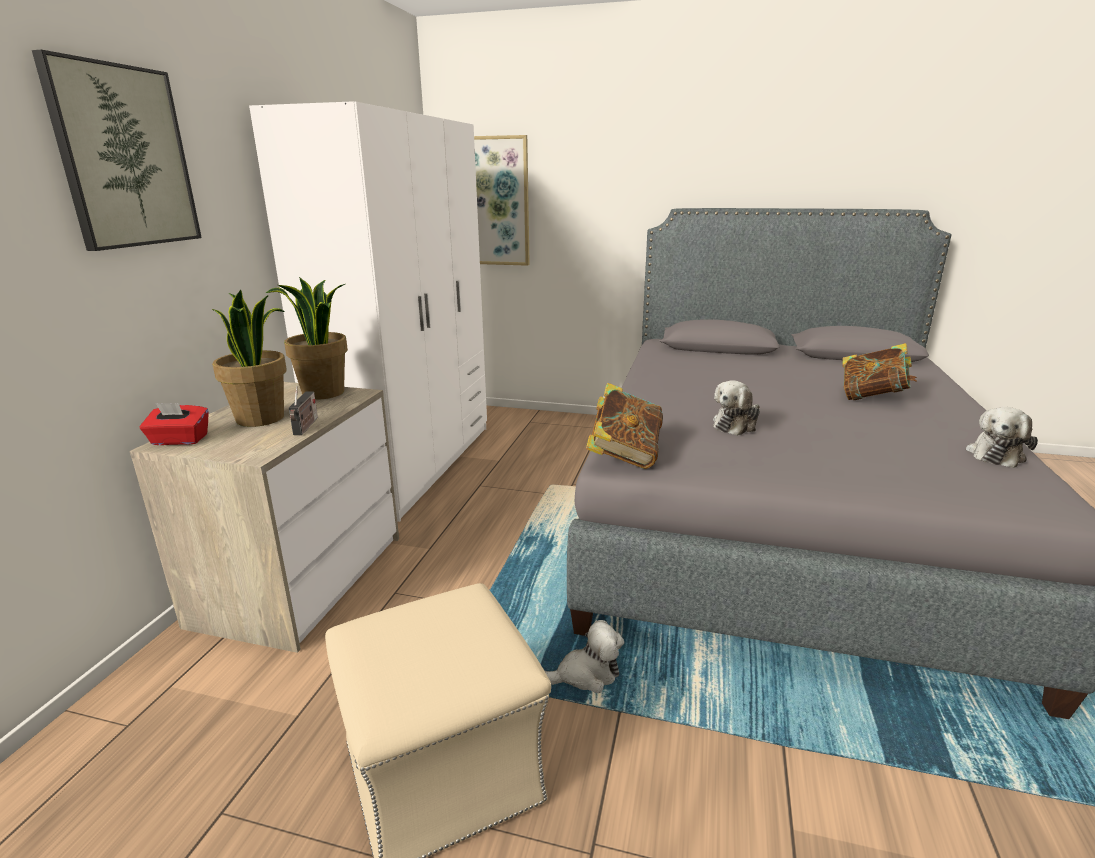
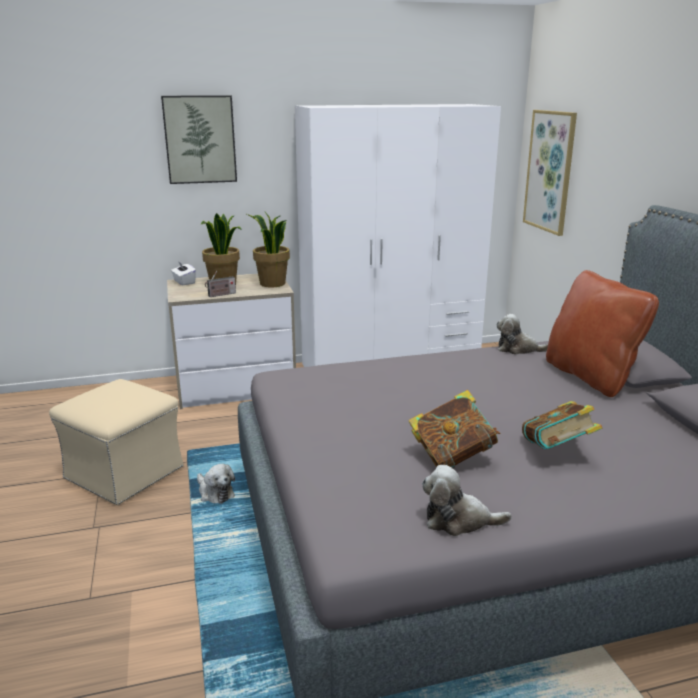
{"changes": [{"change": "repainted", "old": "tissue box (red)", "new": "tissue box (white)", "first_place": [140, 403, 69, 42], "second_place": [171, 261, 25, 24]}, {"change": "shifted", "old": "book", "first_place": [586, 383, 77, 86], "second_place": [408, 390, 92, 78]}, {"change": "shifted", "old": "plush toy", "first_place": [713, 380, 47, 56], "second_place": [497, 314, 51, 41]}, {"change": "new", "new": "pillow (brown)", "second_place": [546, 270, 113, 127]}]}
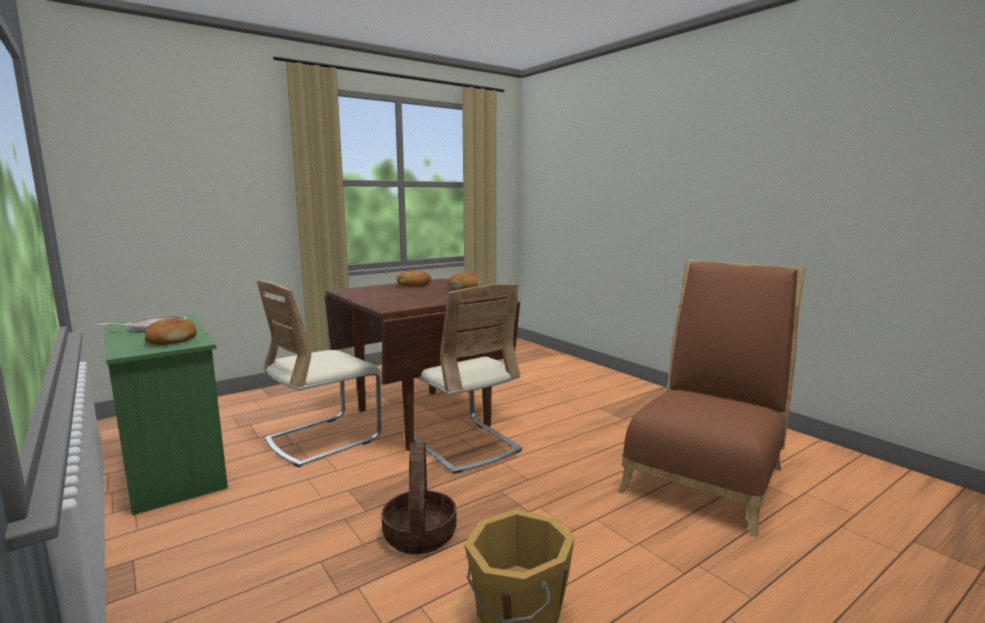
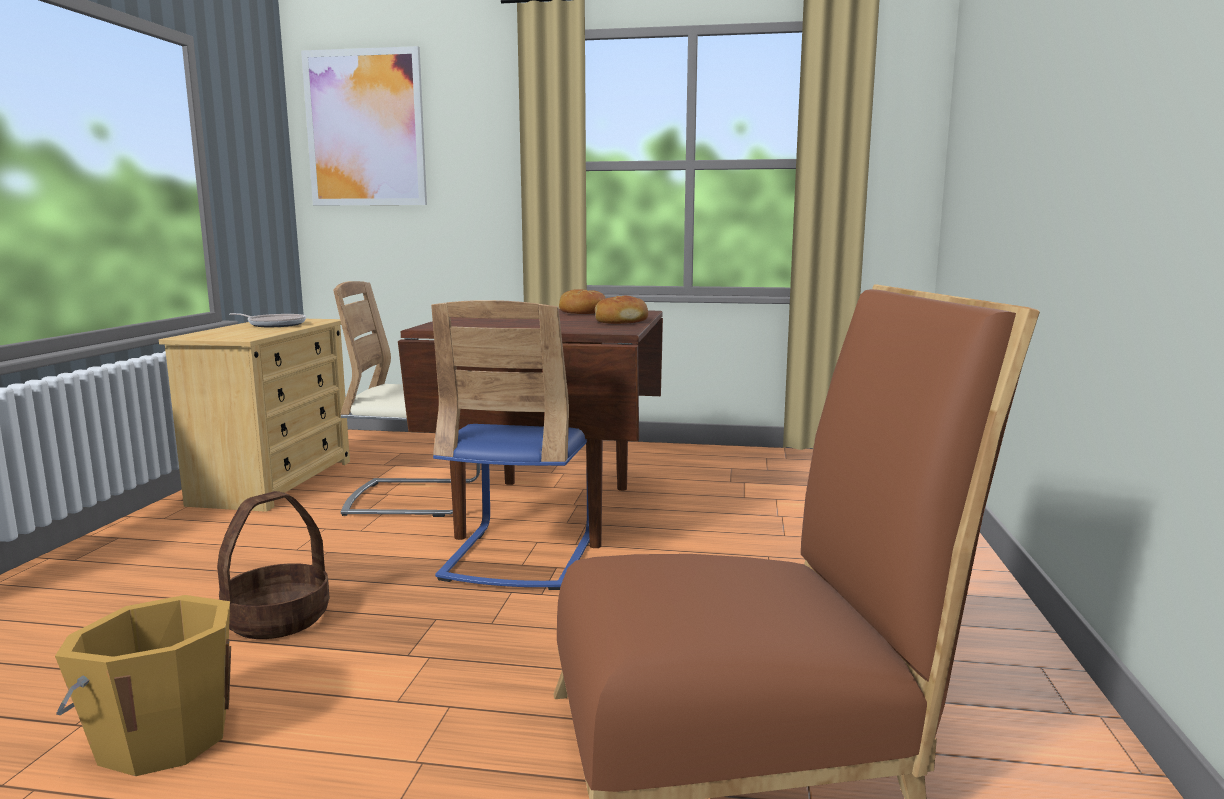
{"changes": [{"change": "repainted", "old": "dresser (green)", "new": "dresser (beige)", "first_place": [105, 314, 123, 201], "second_place": [159, 319, 191, 193]}, {"change": "new", "new": "picture", "second_place": [301, 46, 126, 159]}, {"change": "repainted", "old": "chair (beige)", "new": "chair (blue)", "first_place": [414, 284, 109, 190], "second_place": [431, 300, 159, 290]}, {"change": "gone", "old": "bread", "first_place": [145, 318, 52, 27]}]}
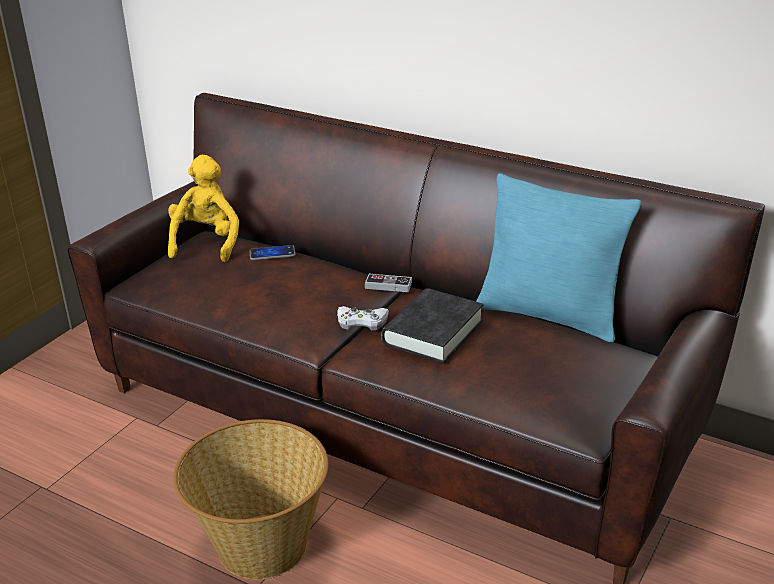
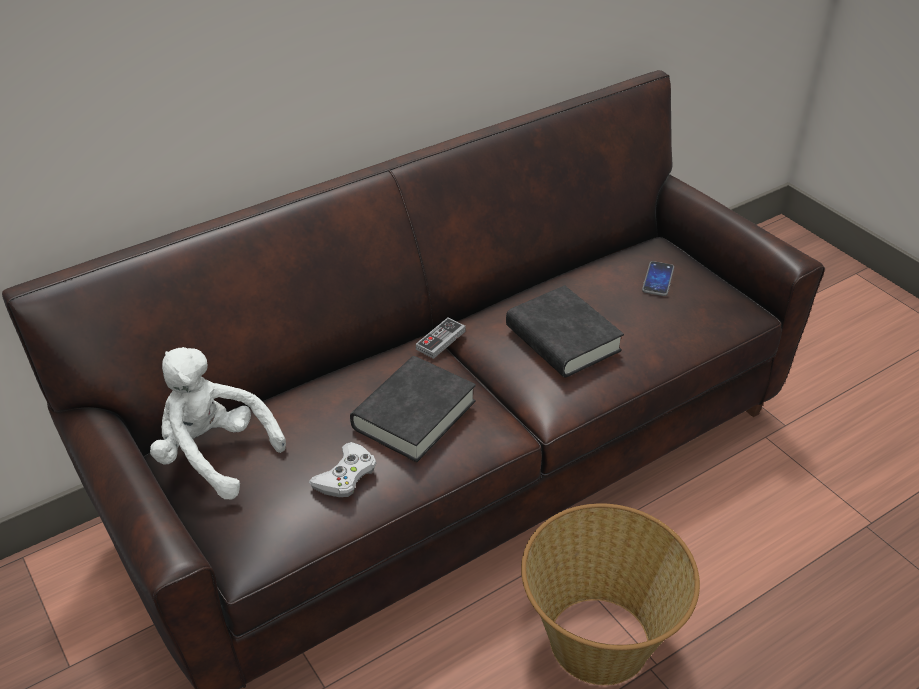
{"changes": [{"change": "repainted", "old": "plush toy (yellow)", "new": "plush toy (white)", "first_place": [168, 155, 71, 107], "second_place": [150, 347, 136, 153]}, {"change": "shifted", "old": "game controller (white)", "first_place": [337, 306, 52, 24], "second_place": [309, 442, 67, 55]}, {"change": "new", "new": "book (black)", "second_place": [350, 356, 126, 106]}, {"change": "shifted", "old": "phone", "first_place": [250, 245, 46, 15], "second_place": [642, 261, 32, 35]}, {"change": "gone", "old": "pillow (turquoise)", "first_place": [476, 173, 165, 169]}]}
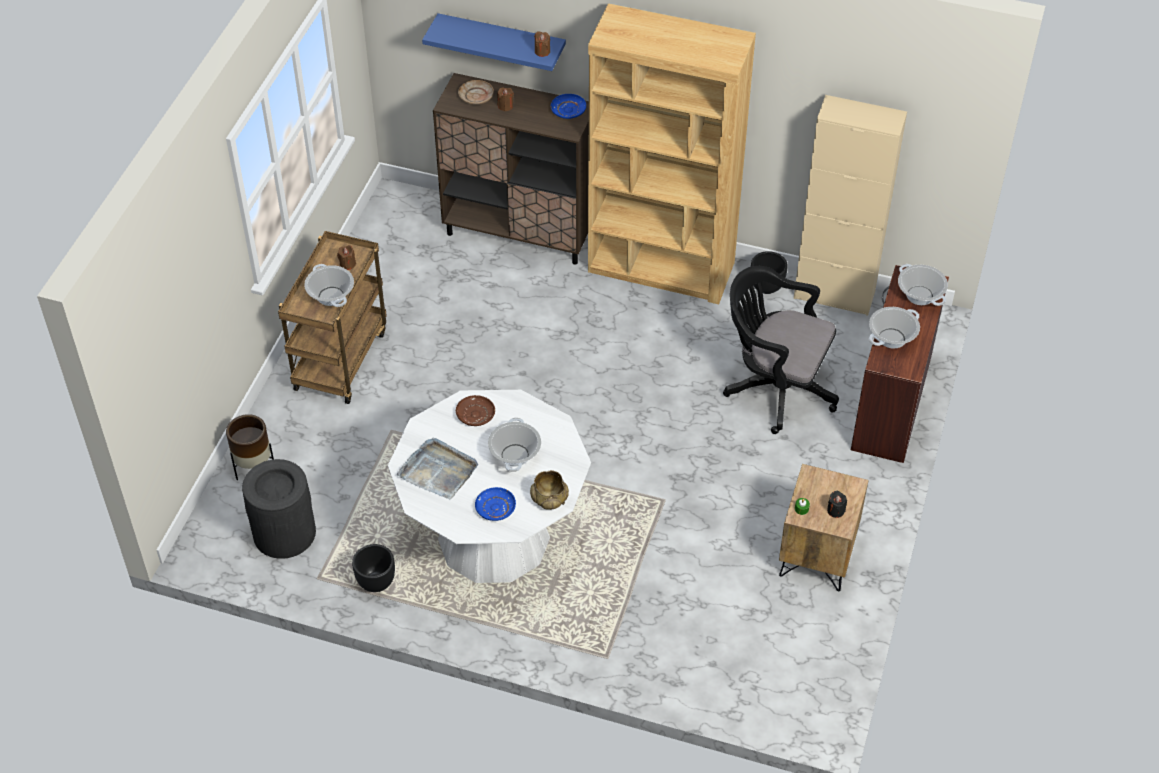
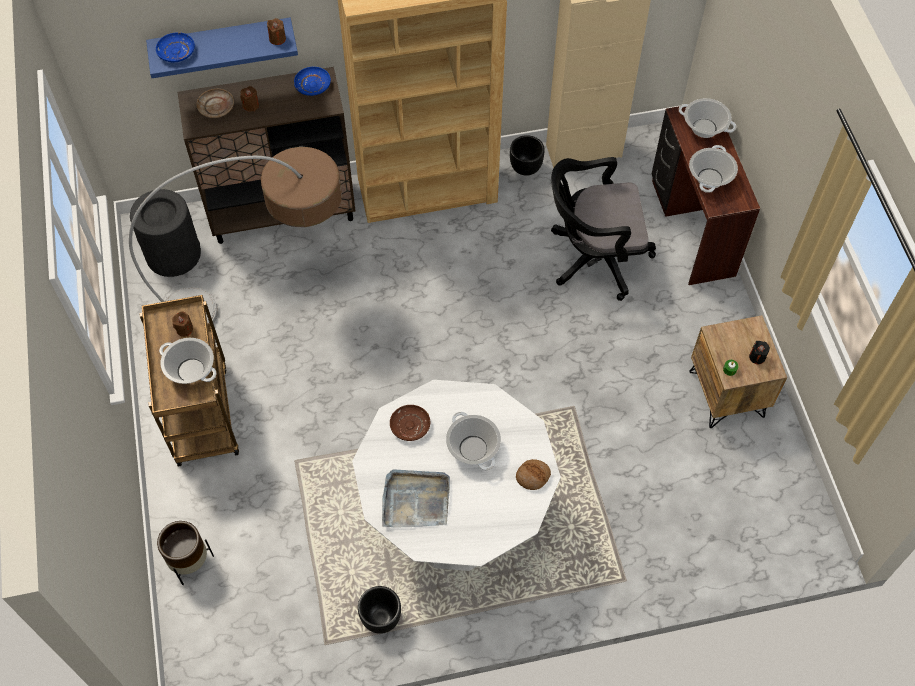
{"changes": [{"change": "new", "new": "floor lamp", "second_place": [129, 147, 213, 177]}, {"change": "shifted", "old": "trash can (black)", "first_place": [242, 459, 74, 100], "second_place": [130, 189, 71, 88]}, {"change": "shifted", "old": "plate (blue)", "first_place": [475, 487, 41, 34], "second_place": [156, 32, 39, 30]}, {"change": "swapped", "old": "bowl (beige)", "new": "bread", "first_place": [530, 470, 39, 40], "second_place": [516, 459, 35, 31]}]}
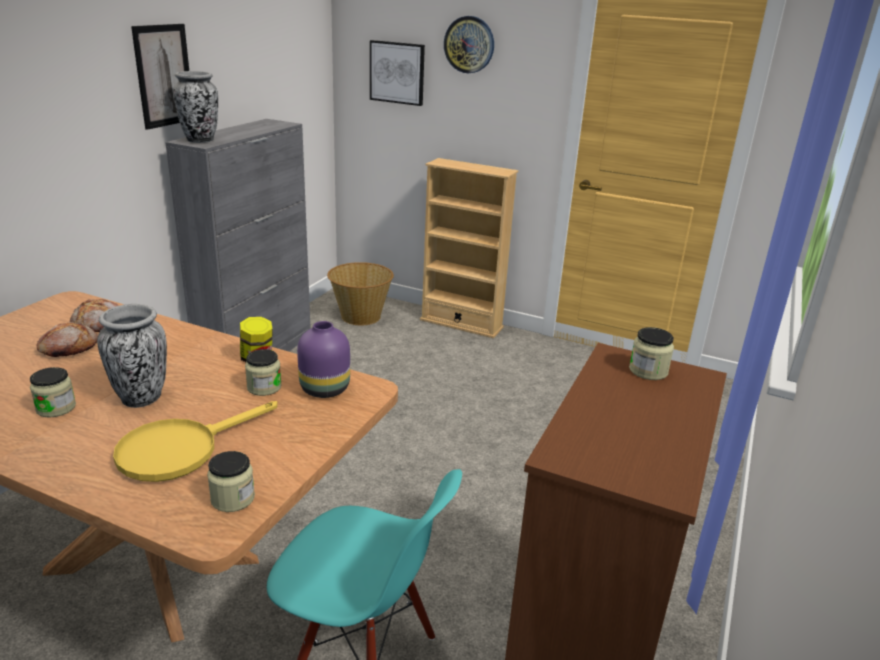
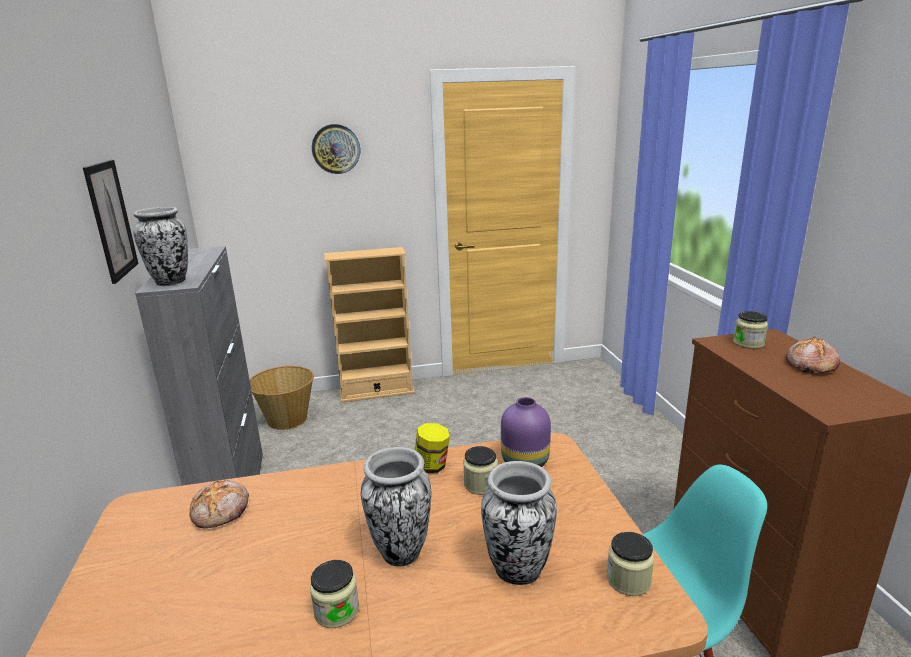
{"changes": [{"change": "swapped", "old": "frying pan (yellow)", "new": "vase", "first_place": [113, 401, 165, 81], "second_place": [481, 461, 76, 124]}, {"change": "shifted", "old": "bread", "first_place": [37, 322, 61, 35], "second_place": [786, 336, 54, 37]}, {"change": "gone", "old": "picture", "first_place": [370, 40, 55, 66]}]}
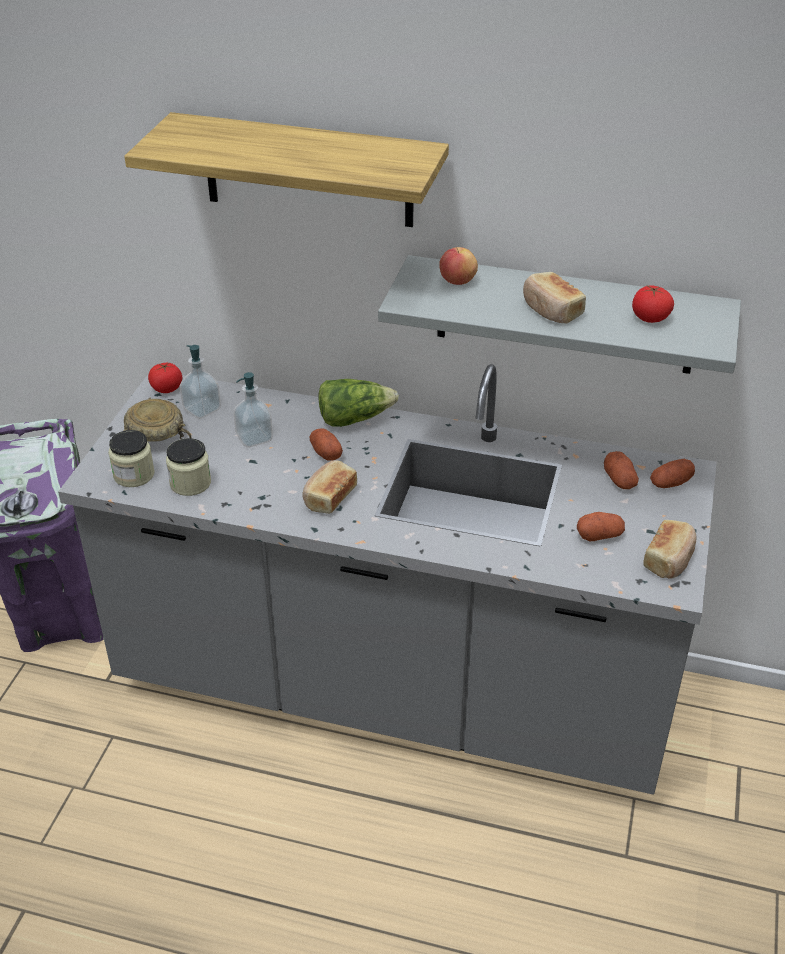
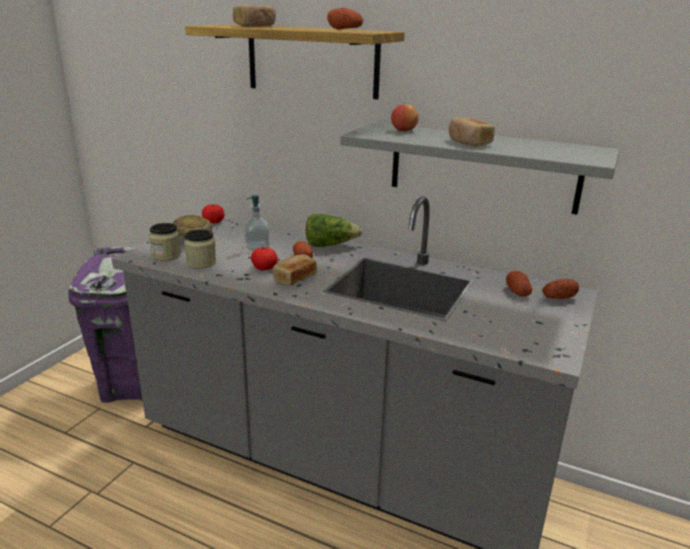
{"changes": [{"change": "shifted", "old": "bread", "first_place": [643, 520, 54, 59], "second_place": [233, 5, 43, 21]}, {"change": "shifted", "old": "tomato", "first_place": [632, 285, 42, 38], "second_place": [251, 247, 27, 23]}, {"change": "shifted", "old": "potato", "first_place": [577, 512, 48, 29], "second_place": [327, 8, 36, 22]}, {"change": "gone", "old": "soap dispenser", "first_place": [180, 345, 41, 74]}]}
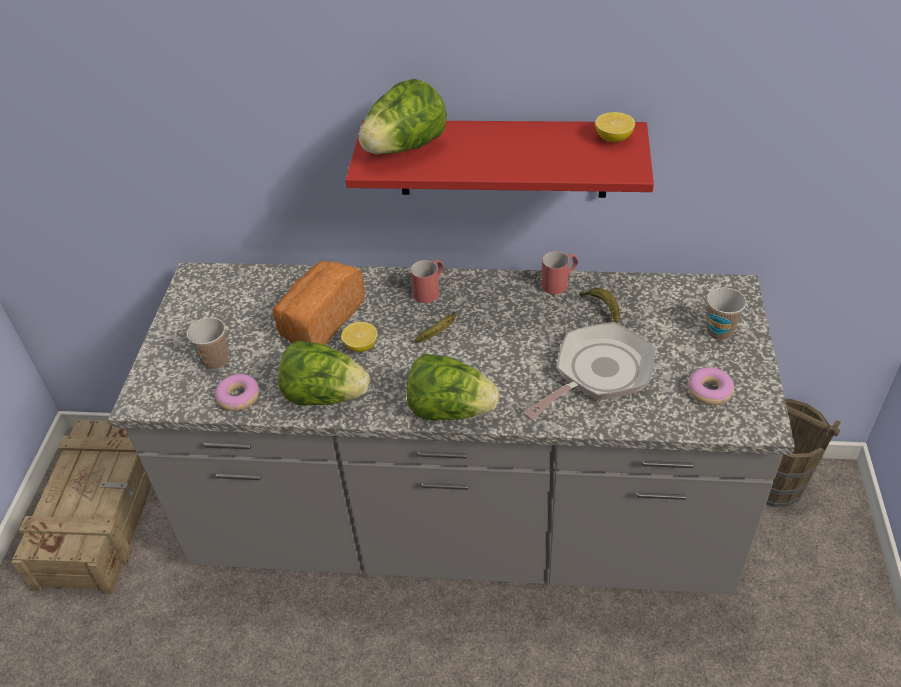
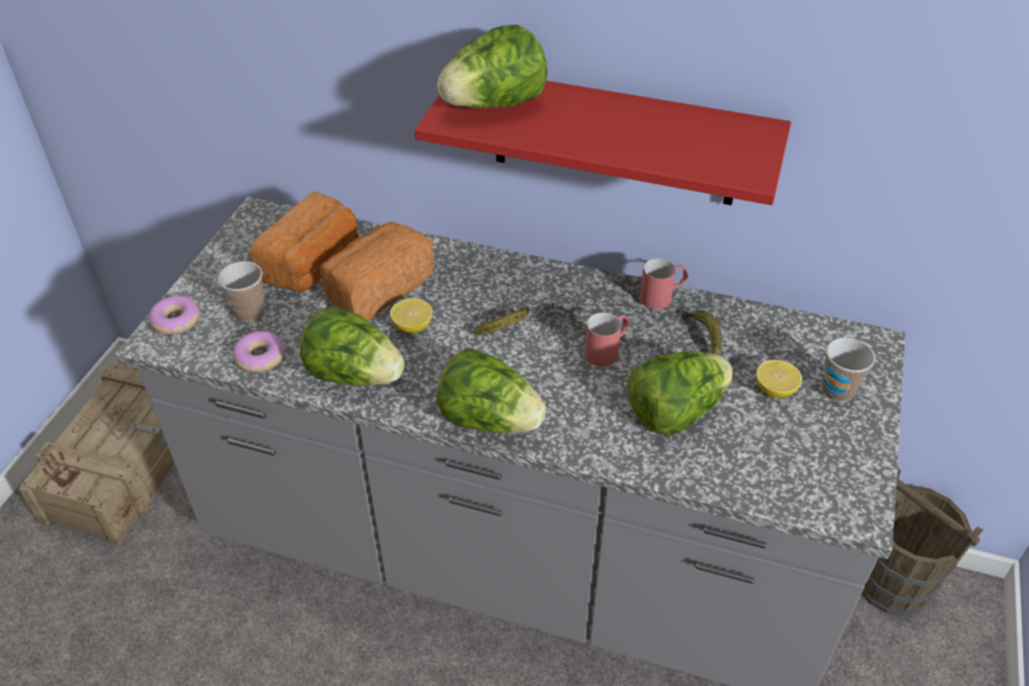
{"changes": [{"change": "shifted", "old": "donut", "first_place": [687, 367, 47, 38], "second_place": [149, 296, 51, 39]}, {"change": "new", "new": "bread", "second_place": [251, 191, 108, 101]}, {"change": "shifted", "old": "mug (red)", "first_place": [410, 260, 34, 43], "second_place": [585, 312, 45, 55]}, {"change": "swapped", "old": "frying pan", "new": "lettuce", "first_place": [523, 322, 132, 98], "second_place": [627, 351, 106, 84]}, {"change": "shifted", "old": "lemon", "first_place": [595, 112, 40, 30], "second_place": [756, 360, 46, 38]}]}
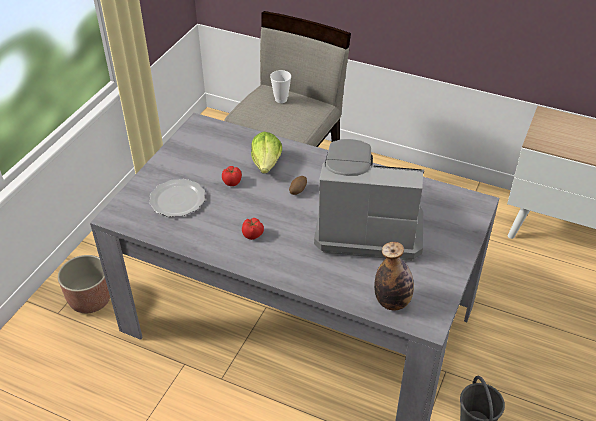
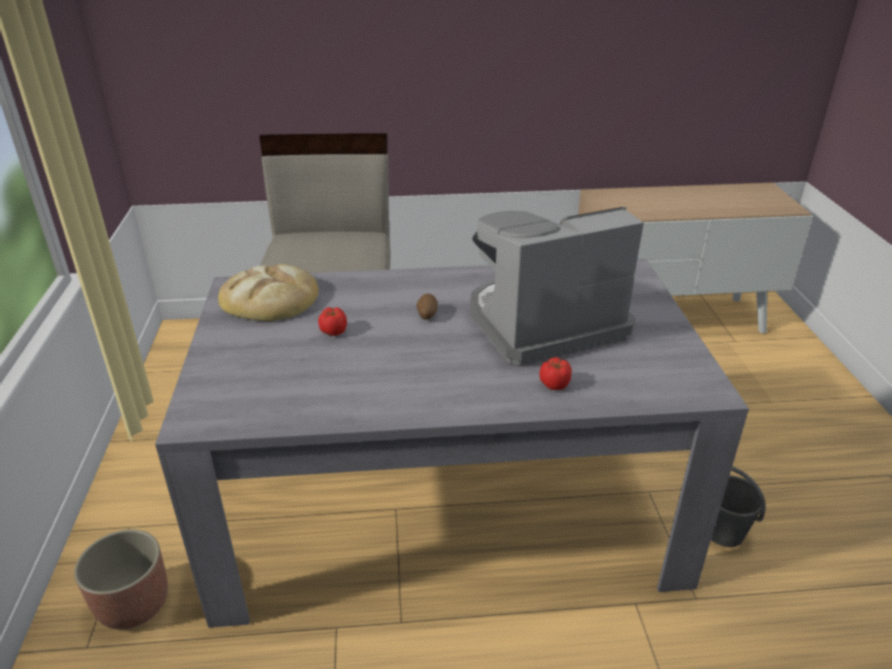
{"changes": [{"change": "new", "new": "bread", "second_place": [218, 264, 100, 57]}, {"change": "shifted", "old": "tomato", "first_place": [242, 218, 22, 22], "second_place": [539, 357, 33, 33]}, {"change": "gone", "old": "plate", "first_place": [149, 179, 56, 38]}, {"change": "gone", "old": "lettuce", "first_place": [251, 132, 31, 42]}, {"change": "gone", "old": "cup", "first_place": [270, 70, 21, 33]}, {"change": "gone", "old": "bottle", "first_place": [374, 242, 40, 69]}]}
